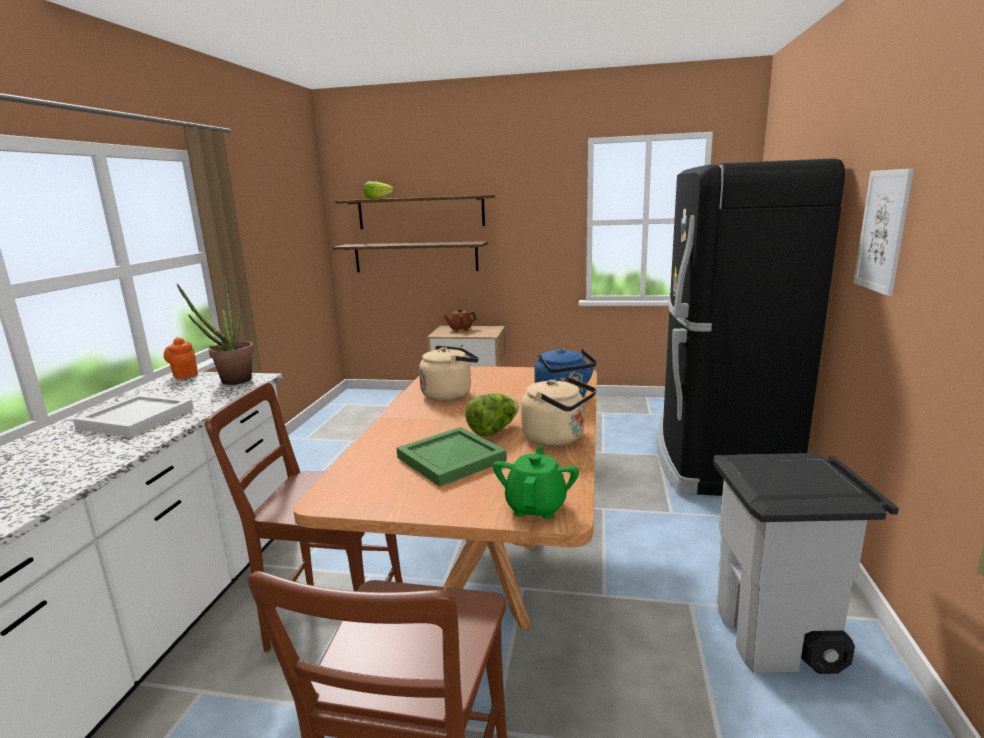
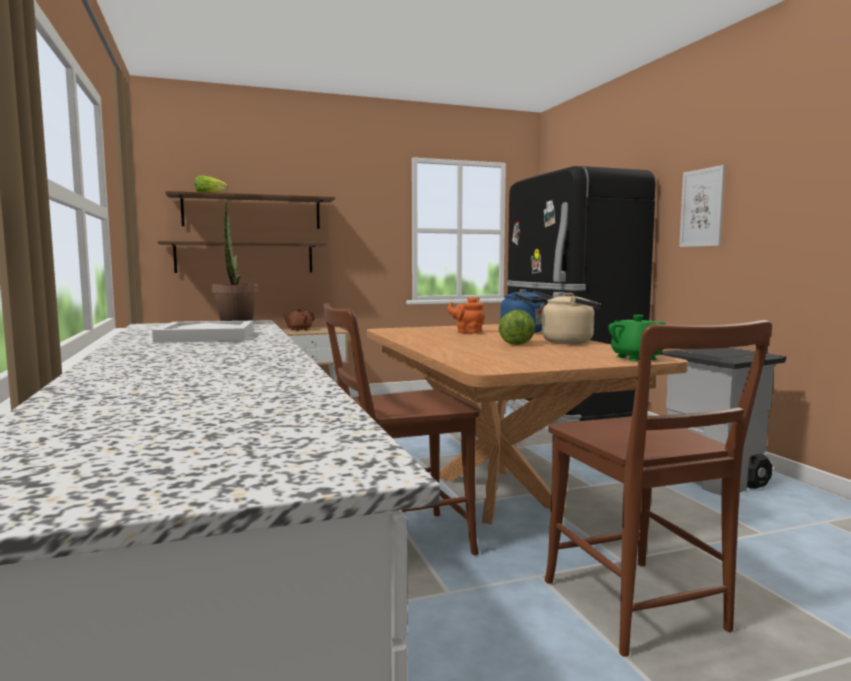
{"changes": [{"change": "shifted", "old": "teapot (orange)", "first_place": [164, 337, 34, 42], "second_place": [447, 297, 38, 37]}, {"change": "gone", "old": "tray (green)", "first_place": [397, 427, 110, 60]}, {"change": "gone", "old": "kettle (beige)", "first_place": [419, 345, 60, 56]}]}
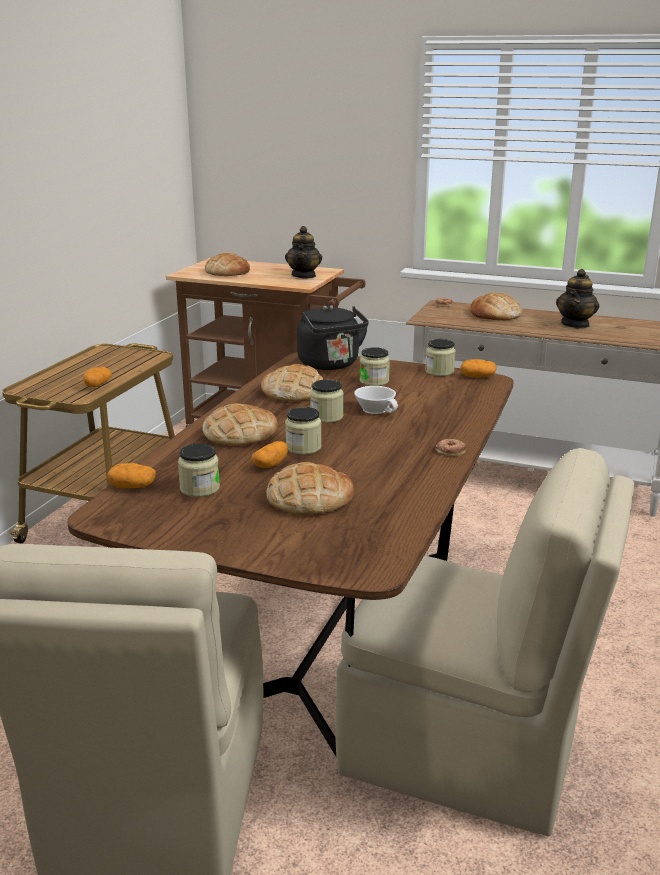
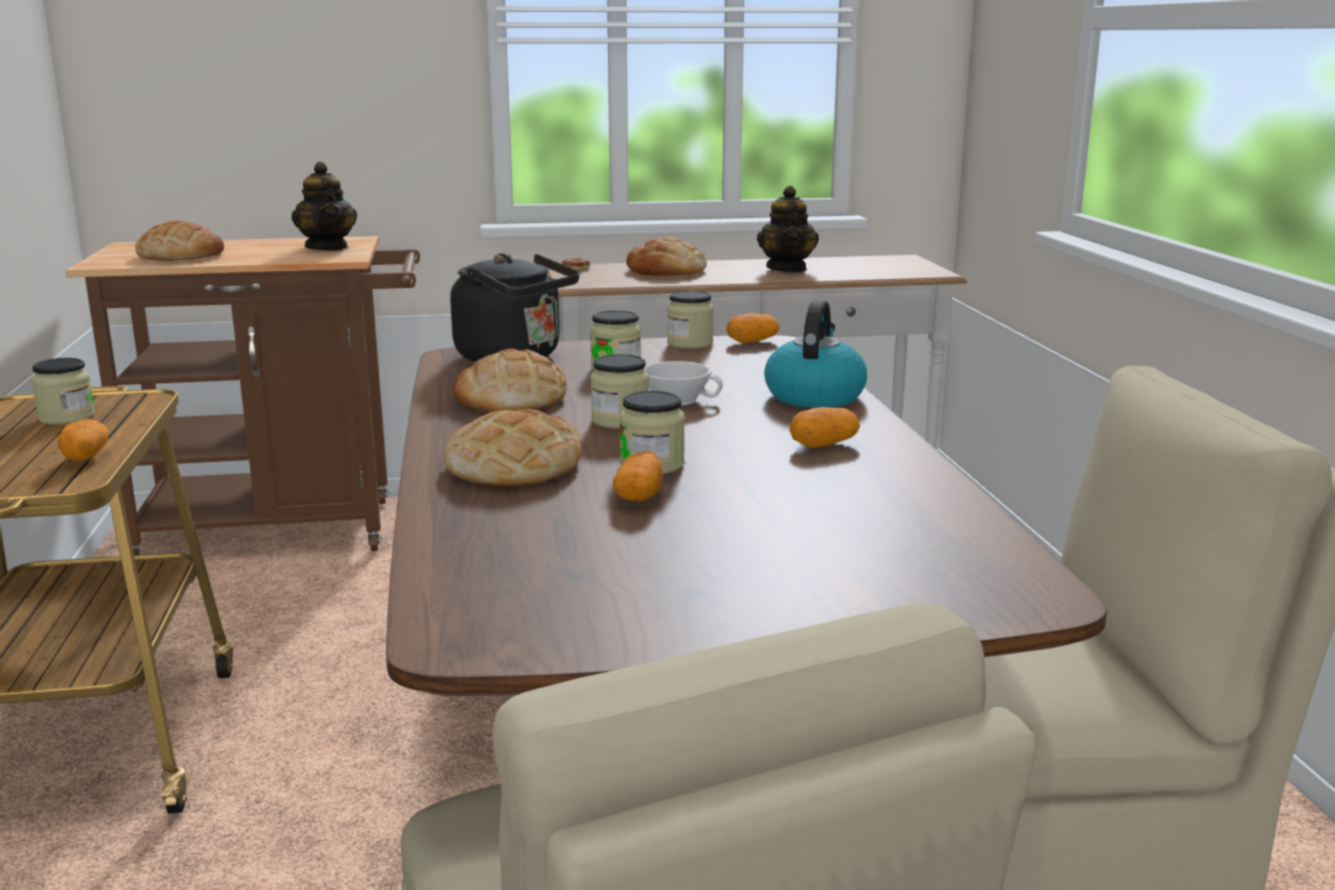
{"changes": [{"change": "shifted", "old": "jar", "first_place": [178, 443, 42, 54], "second_place": [31, 358, 64, 66]}, {"change": "new", "new": "kettle", "second_place": [764, 300, 103, 108]}, {"change": "shifted", "old": "potato", "first_place": [107, 463, 49, 25], "second_place": [789, 407, 71, 41]}, {"change": "gone", "old": "bread", "first_place": [266, 462, 88, 53]}, {"change": "gone", "old": "donut", "first_place": [436, 439, 30, 17]}]}
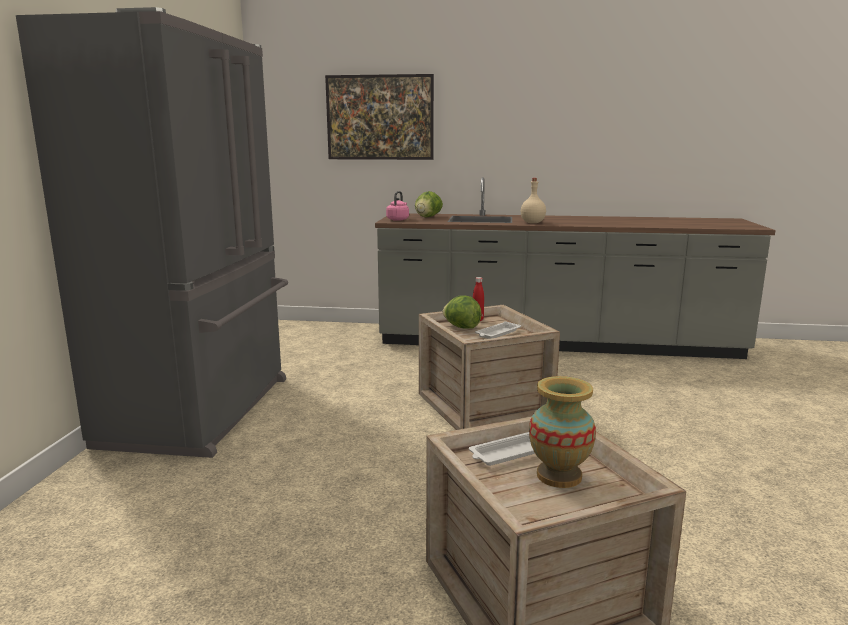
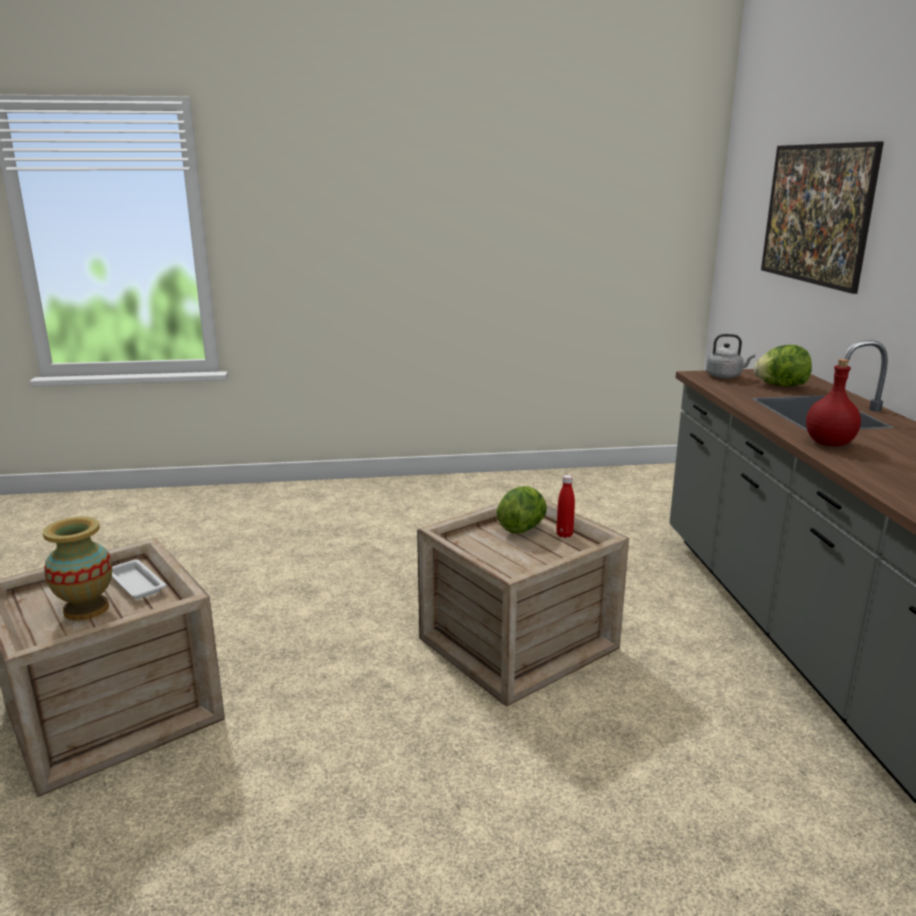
{"changes": [{"change": "repainted", "old": "kettle (pink)", "new": "kettle (grey)", "first_place": [386, 191, 23, 30], "second_place": [706, 334, 49, 44]}, {"change": "repainted", "old": "bottle (beige)", "new": "bottle (red)", "first_place": [521, 178, 25, 45], "second_place": [806, 359, 55, 87]}, {"change": "gone", "old": "fridge (grey)", "first_place": [16, 7, 272, 451]}, {"change": "gone", "old": "tray (white)", "first_place": [475, 321, 46, 18]}]}
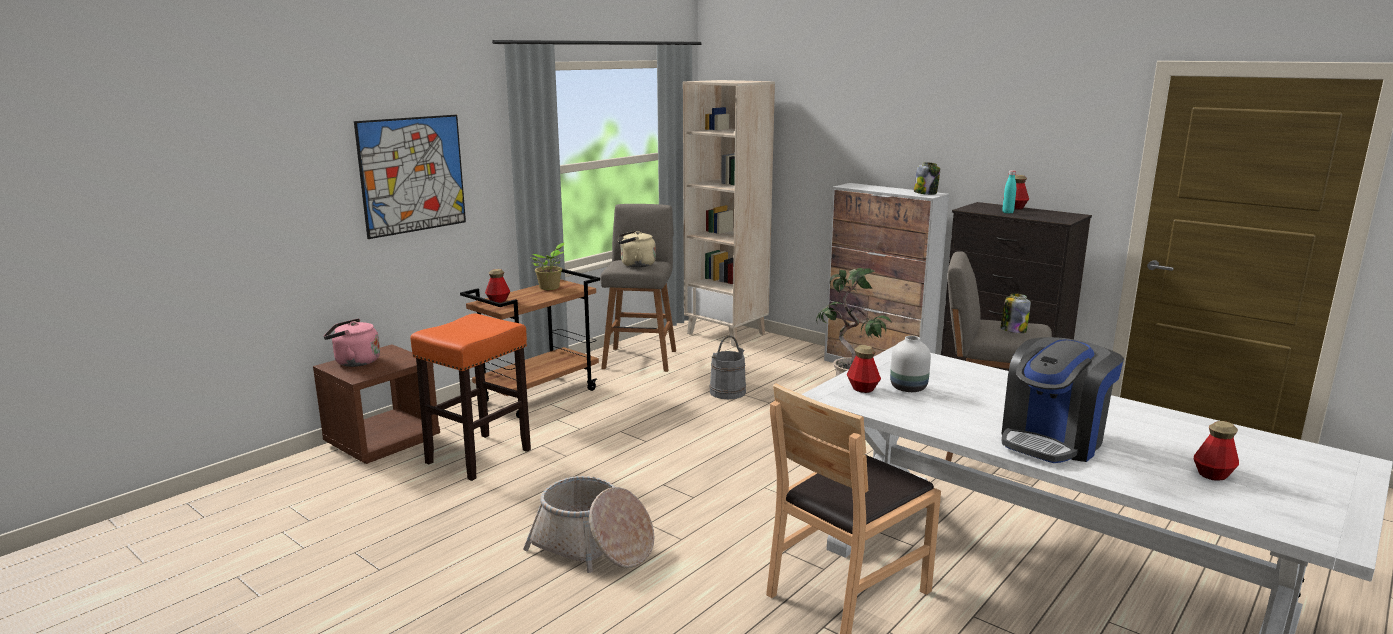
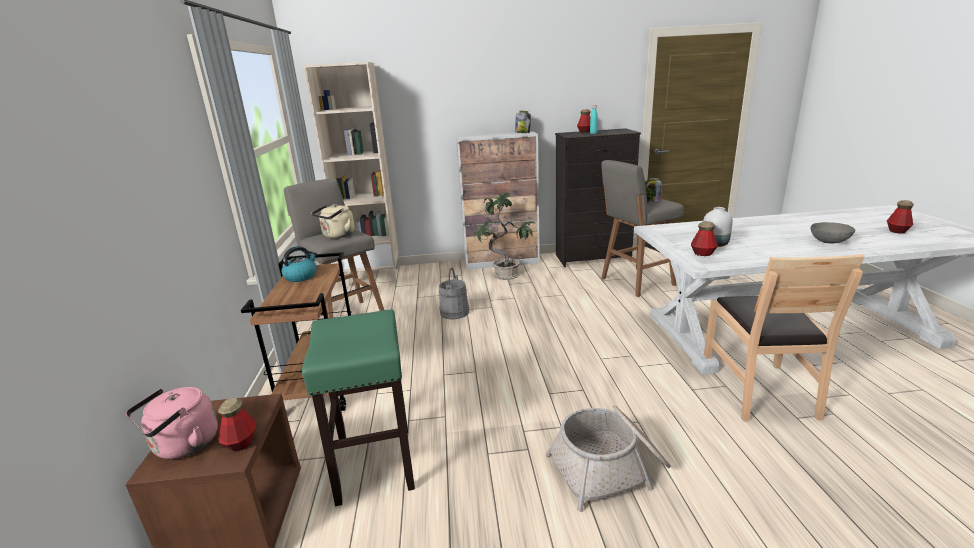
{"changes": [{"change": "shifted", "old": "bottle", "first_place": [485, 269, 25, 34], "second_place": [218, 398, 38, 53]}, {"change": "swapped", "old": "potted plant", "new": "kettle", "first_place": [531, 243, 33, 47], "second_place": [281, 246, 36, 36]}, {"change": "repainted", "old": "stool (orange)", "new": "stool (green)", "first_place": [410, 313, 121, 168], "second_place": [302, 310, 113, 196]}, {"change": "swapped", "old": "coffee machine", "new": "bowl (grey)", "first_place": [1001, 337, 123, 126], "second_place": [811, 222, 45, 22]}, {"change": "gone", "old": "picture", "first_place": [354, 115, 112, 124]}]}
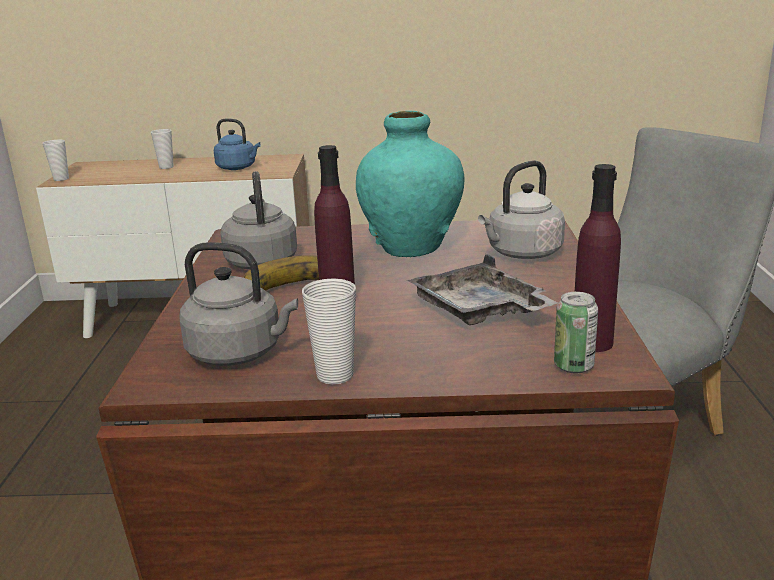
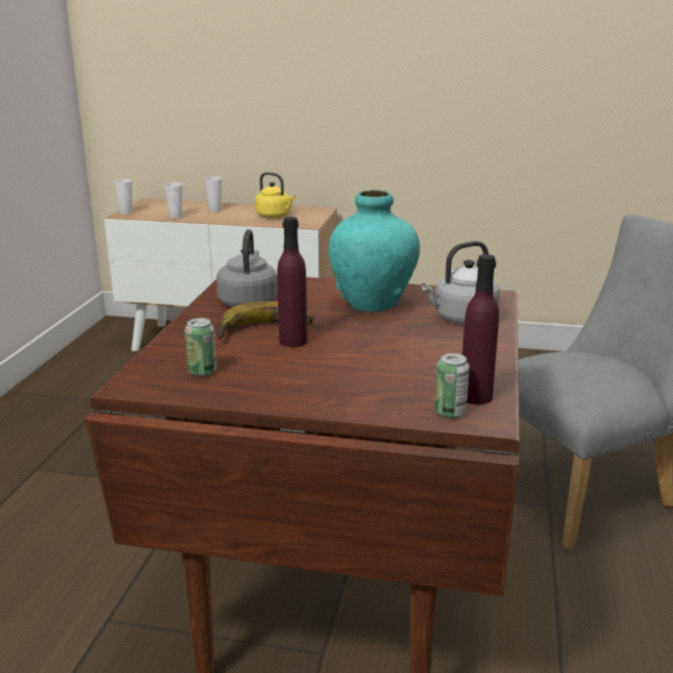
{"changes": [{"change": "shifted", "old": "cup", "first_place": [302, 278, 54, 106], "second_place": [164, 183, 19, 36]}, {"change": "swapped", "old": "kettle (grey)", "new": "can", "first_place": [179, 242, 119, 124], "second_place": [185, 318, 32, 59]}, {"change": "repainted", "old": "kettle (blue)", "new": "kettle (yellow)", "first_place": [214, 118, 47, 52], "second_place": [255, 172, 41, 46]}, {"change": "gone", "old": "tray (grey)", "first_place": [407, 254, 150, 71]}]}
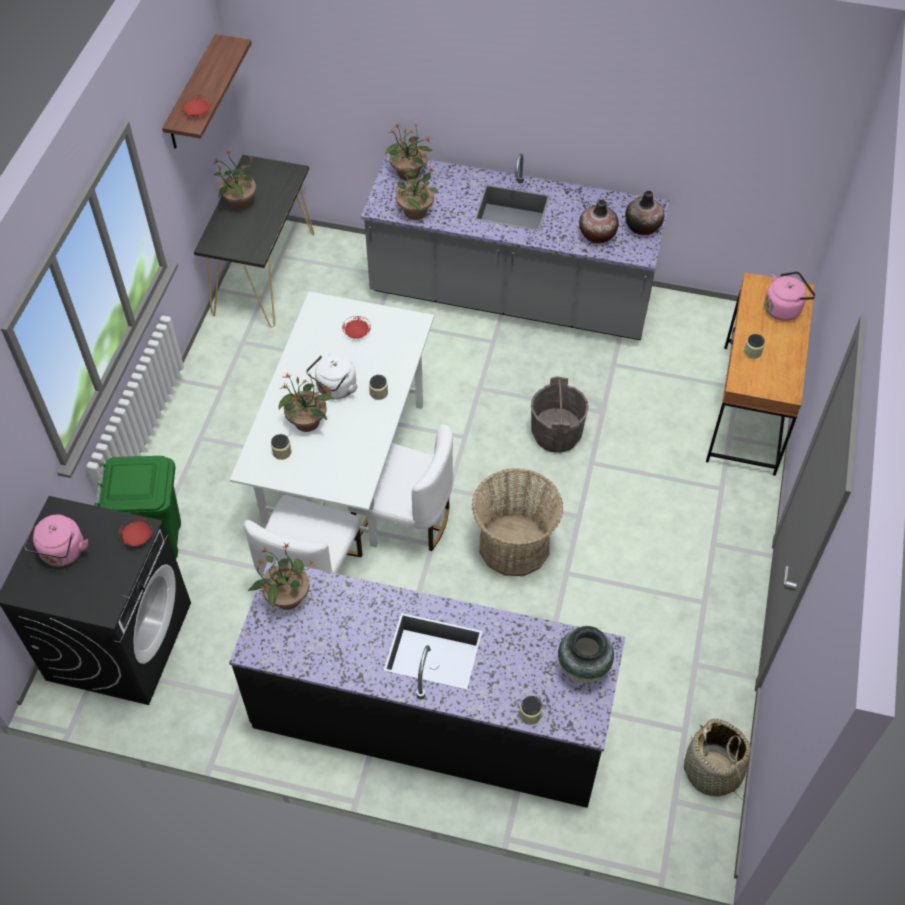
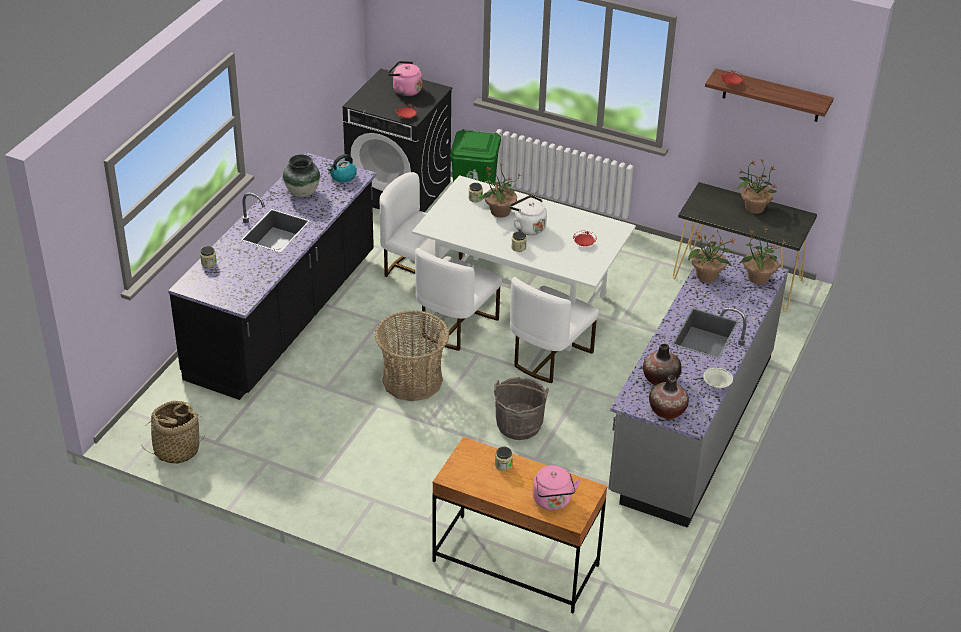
{"changes": [{"change": "shifted", "old": "vase", "first_place": [558, 626, 56, 57], "second_place": [283, 154, 37, 43]}, {"change": "swapped", "old": "potted plant", "new": "kettle", "first_place": [248, 543, 66, 67], "second_place": [328, 154, 29, 28]}, {"change": "new", "new": "chair (white)", "second_place": [510, 277, 89, 106]}, {"change": "new", "new": "bowl (white)", "second_place": [703, 368, 30, 21]}]}
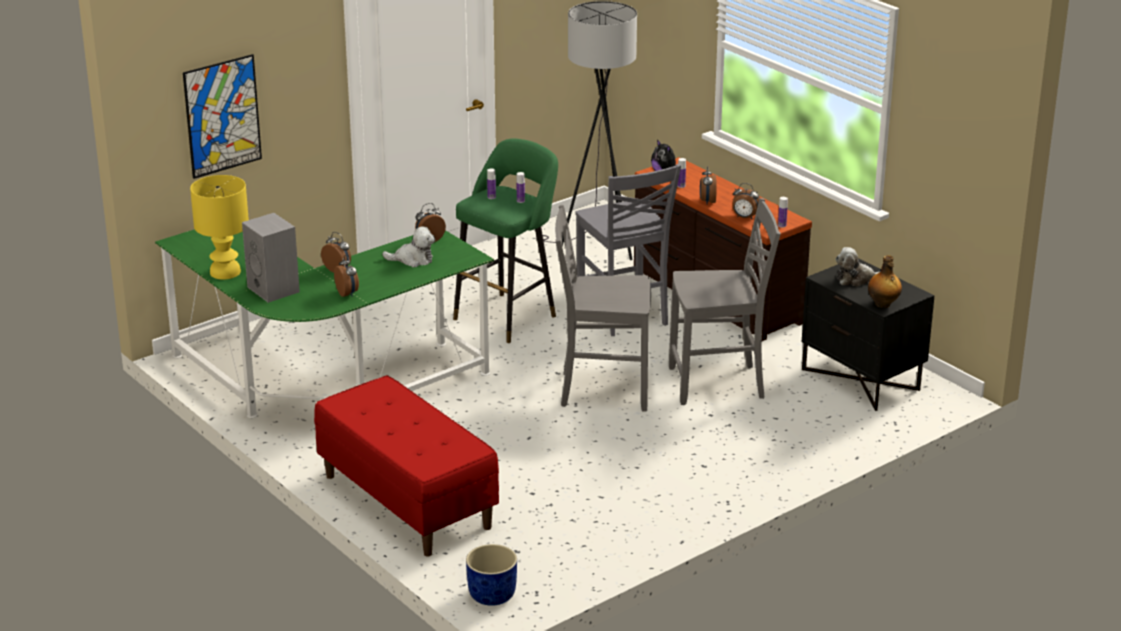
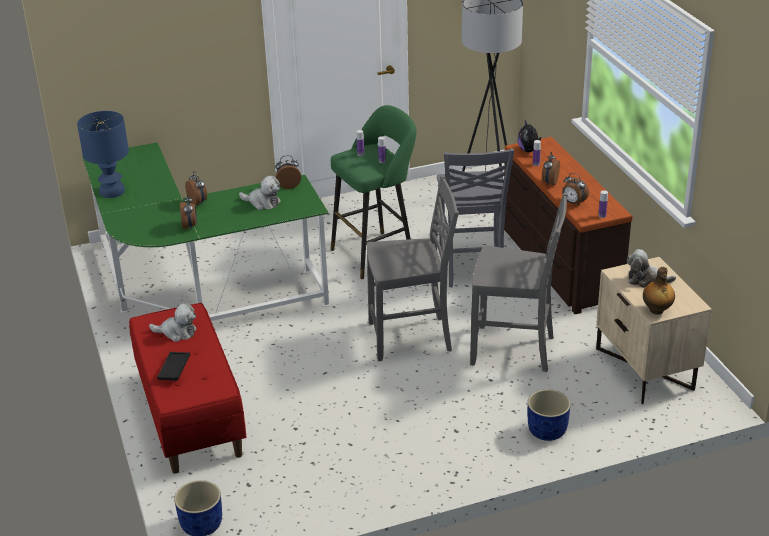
{"changes": [{"change": "repainted", "old": "table lamp (yellow)", "new": "table lamp (blue)", "first_place": [190, 175, 59, 104], "second_place": [77, 111, 52, 87]}, {"change": "new", "new": "plush toy", "second_place": [149, 303, 47, 39]}, {"change": "new", "new": "tray (black)", "second_place": [157, 352, 33, 29]}, {"change": "rotated", "old": "chair (grey)", "first_place": [555, 205, 96, 207], "second_place": [367, 176, 92, 185], "degrees": 150}, {"change": "new", "new": "planter (blue)", "second_place": [528, 389, 43, 52]}, {"change": "repainted", "old": "nightstand (black)", "new": "nightstand (beige)", "first_place": [802, 258, 132, 153], "second_place": [596, 257, 116, 147]}, {"change": "gone", "old": "picture", "first_place": [183, 54, 79, 125]}, {"change": "gone", "old": "speaker (grey)", "first_place": [242, 213, 58, 90]}]}
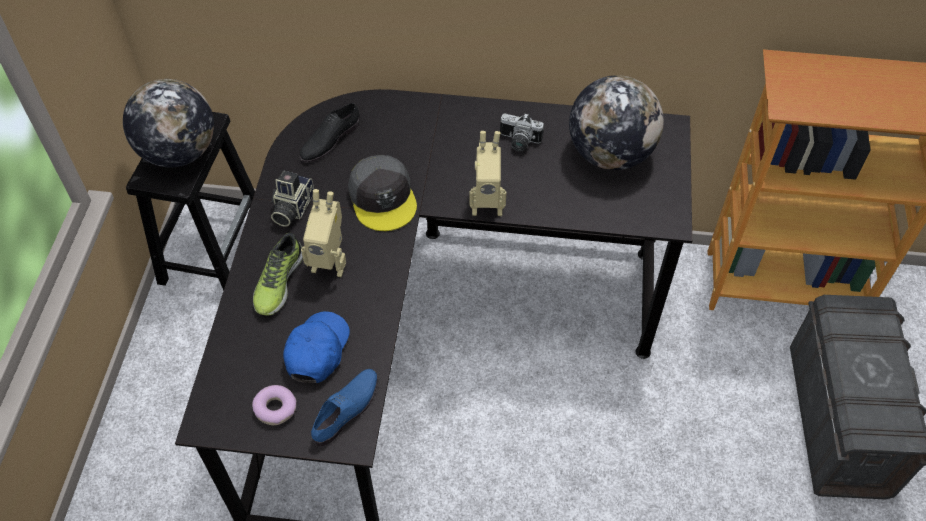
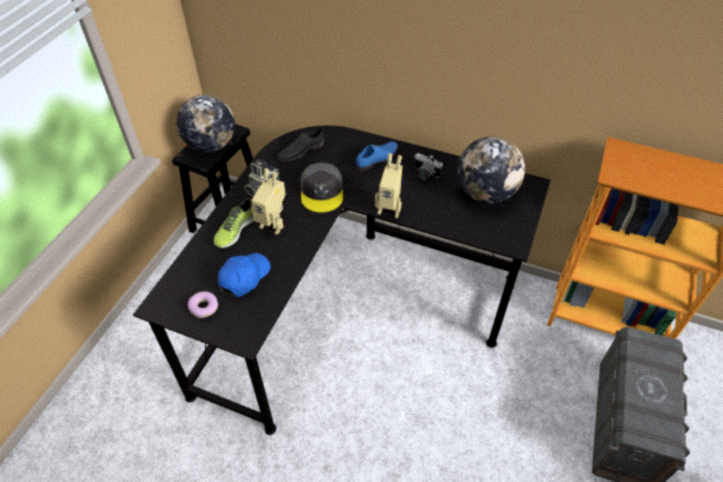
{"changes": [{"change": "shifted", "old": "shoe (blue)", "first_place": [311, 369, 67, 78], "second_place": [356, 141, 42, 30]}]}
